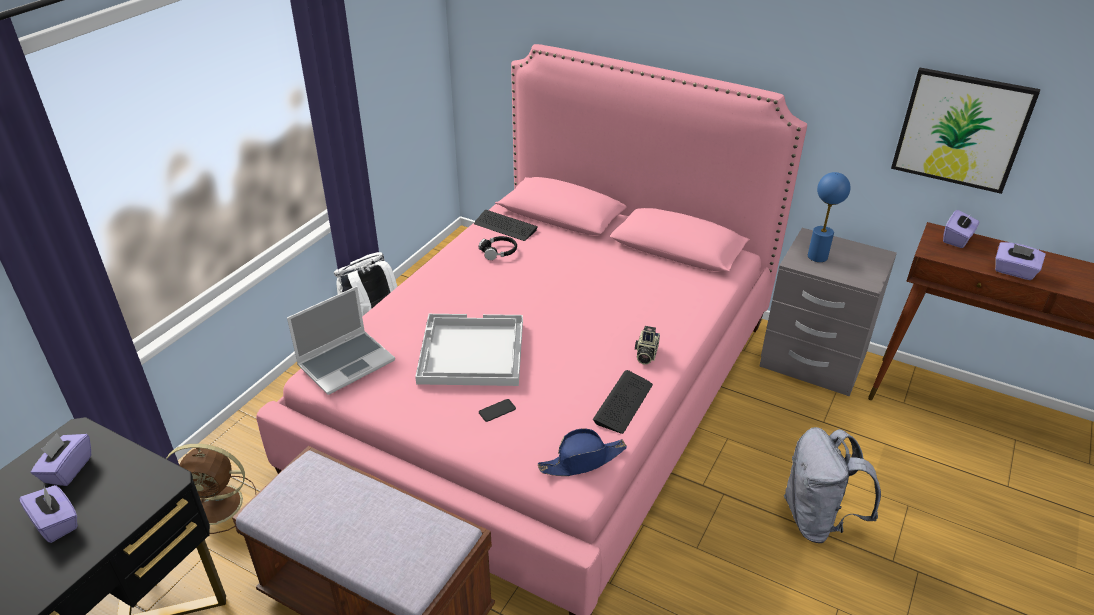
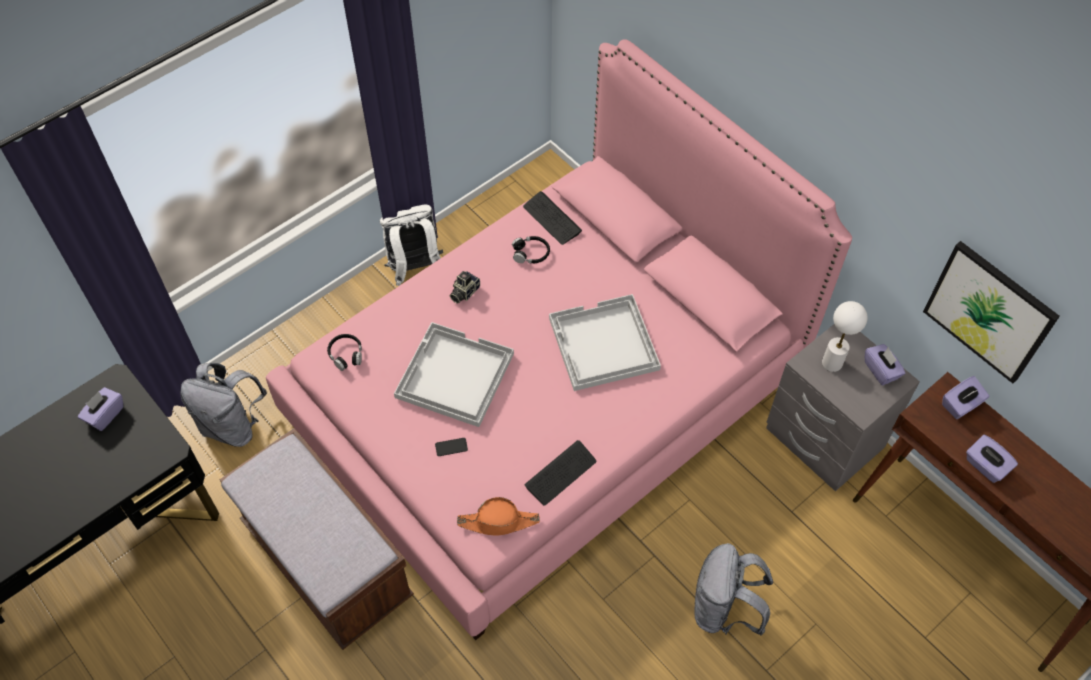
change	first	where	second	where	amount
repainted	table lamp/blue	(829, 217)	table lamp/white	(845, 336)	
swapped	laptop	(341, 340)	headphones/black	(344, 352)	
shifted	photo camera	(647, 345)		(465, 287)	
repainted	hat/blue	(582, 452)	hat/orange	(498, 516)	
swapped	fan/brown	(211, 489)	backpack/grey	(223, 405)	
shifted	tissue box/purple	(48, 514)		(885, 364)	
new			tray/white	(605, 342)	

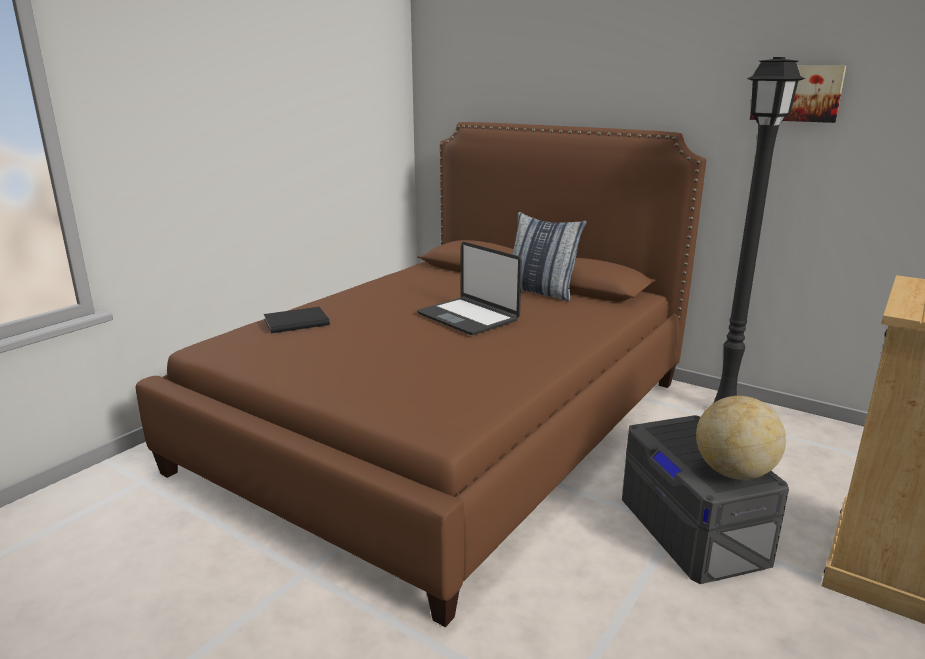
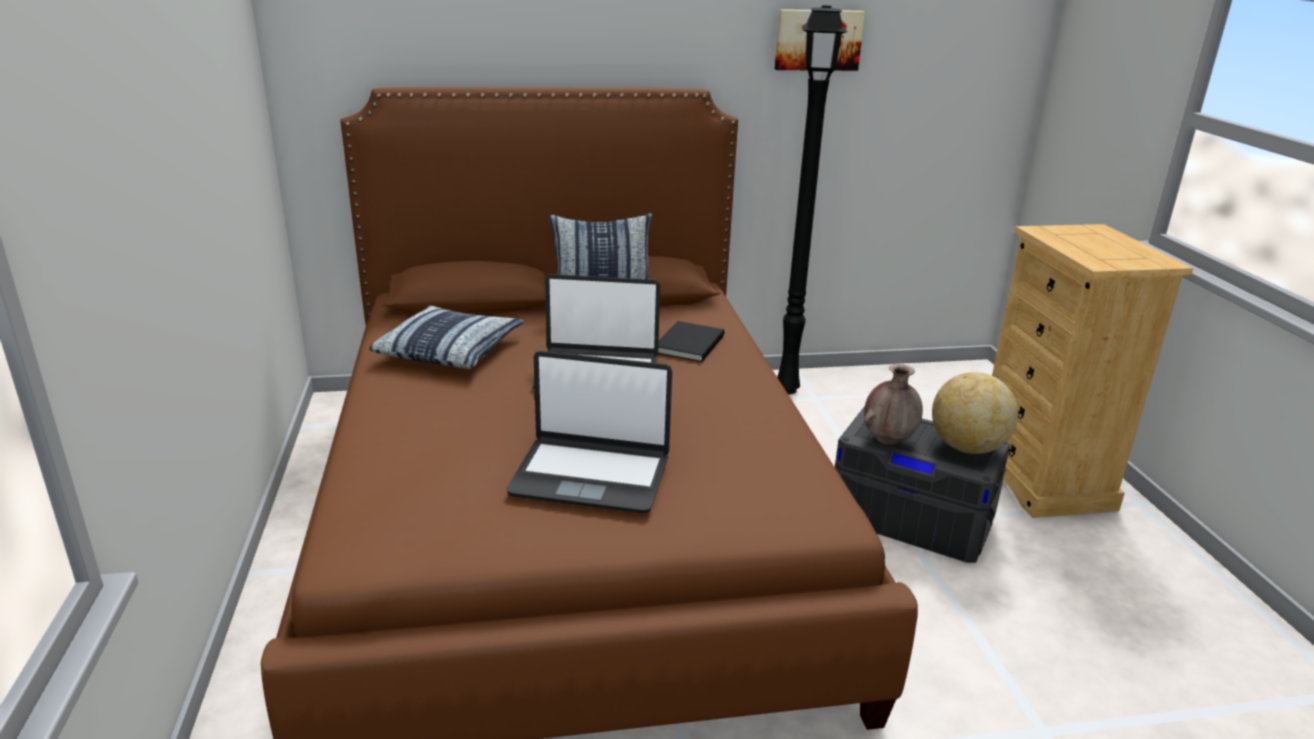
change	first	where	second	where	amount
shifted	book/black	(297, 320)		(691, 341)	
new			pillow	(447, 337)	
new			laptop	(589, 432)	
new			vase/brown	(893, 404)	

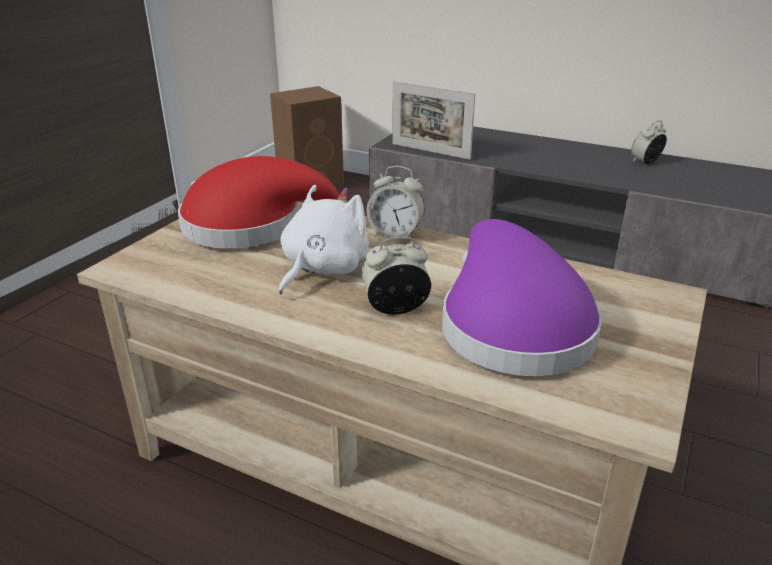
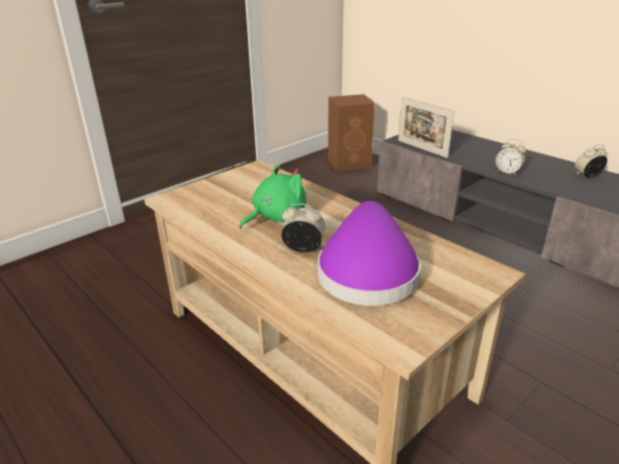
change	first	where	second	where	amount
gone	hat/red	(258, 202)			
shifted	alarm clock	(395, 203)		(511, 157)	
repainted	plush toy/white	(324, 239)	plush toy/green	(272, 196)	

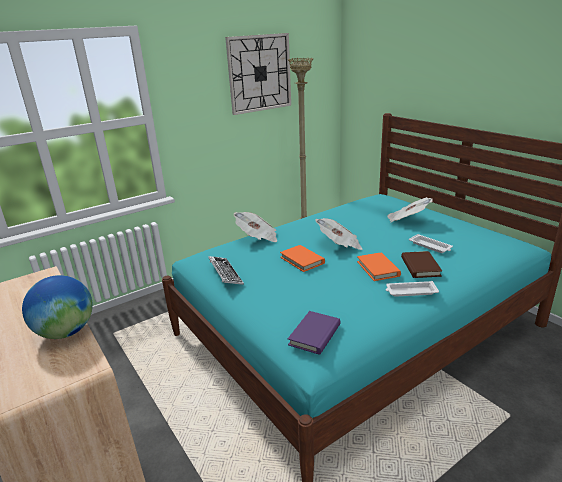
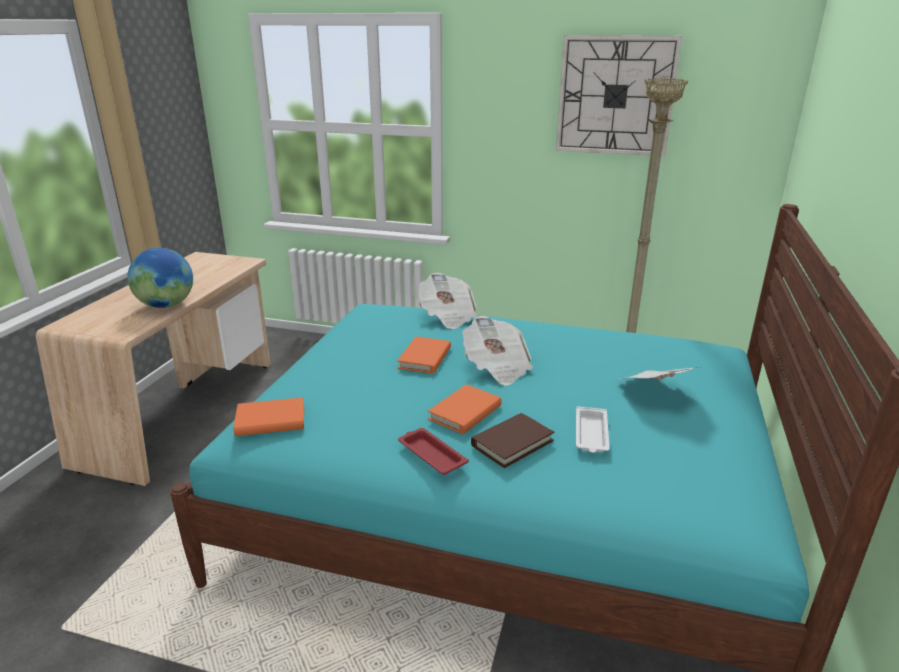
change	first	where	second	where	amount
gone	keyboard	(226, 270)			
repainted	tray/white	(412, 289)	tray/red	(433, 451)	
repainted	book/purple	(314, 333)	book/orange	(268, 416)	

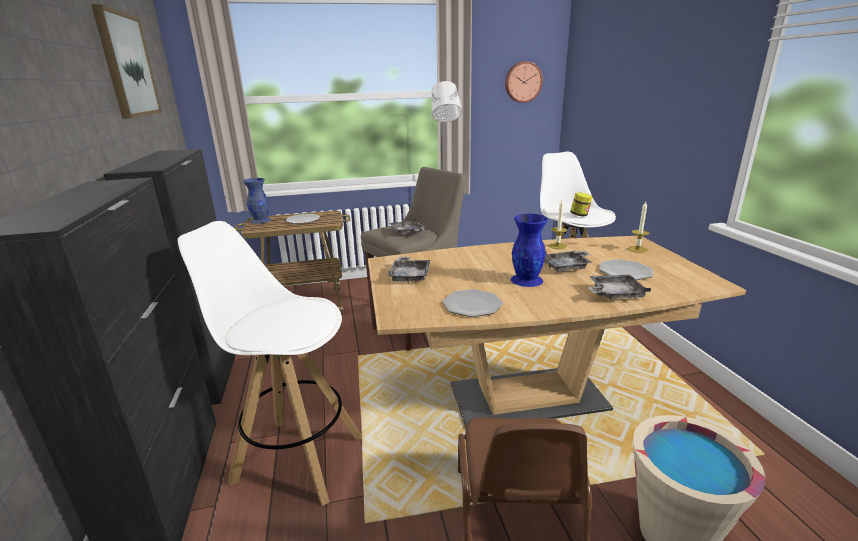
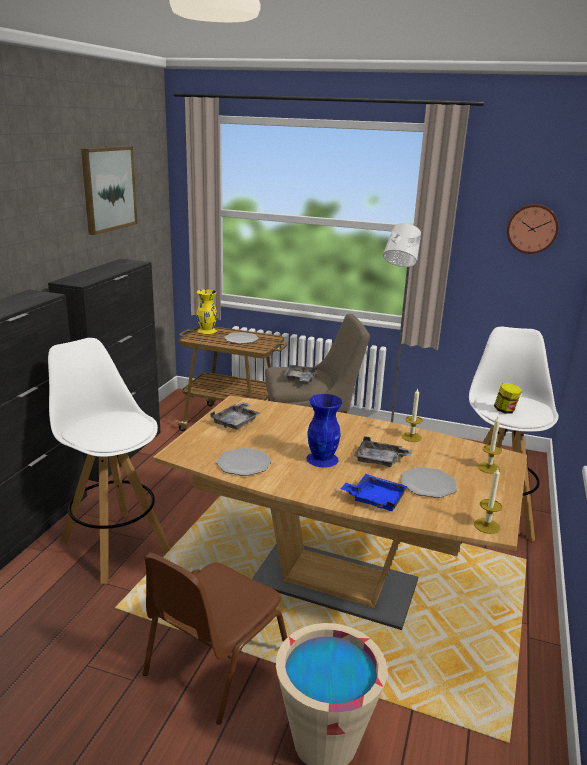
change	first	where	second	where	amount
repainted	vase/blue	(257, 201)	vase/yellow	(206, 311)	
repainted	tray/grey	(619, 287)	tray/blue	(374, 492)	
new			candle	(488, 501)	

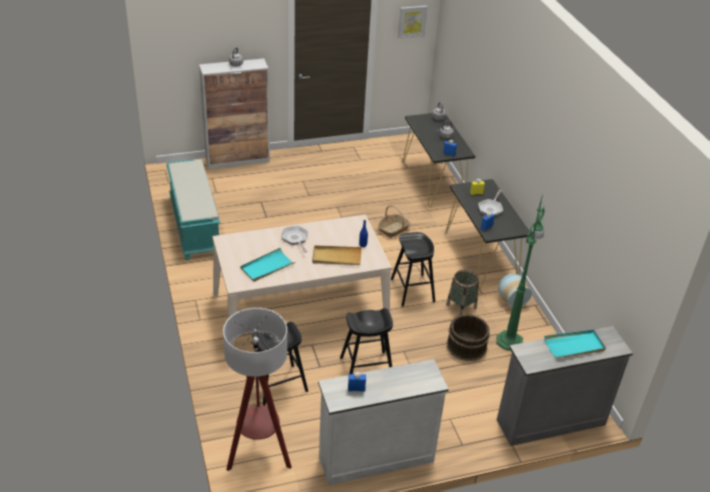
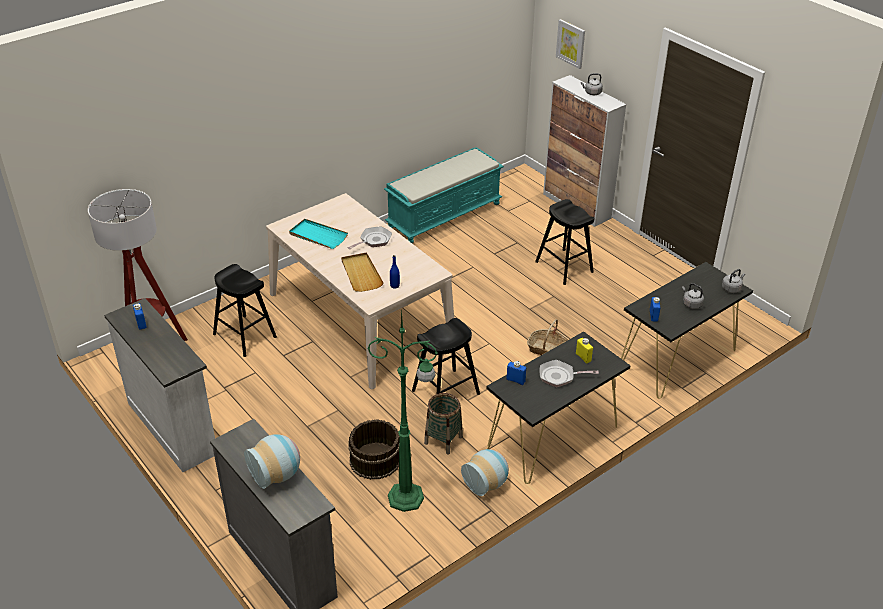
change	first	where	second	where	amount
shifted	picture	(413, 22)		(570, 44)	
shifted	stool/black	(366, 341)		(564, 242)	
swapped	tray/turquoise	(575, 344)	vase	(272, 461)	

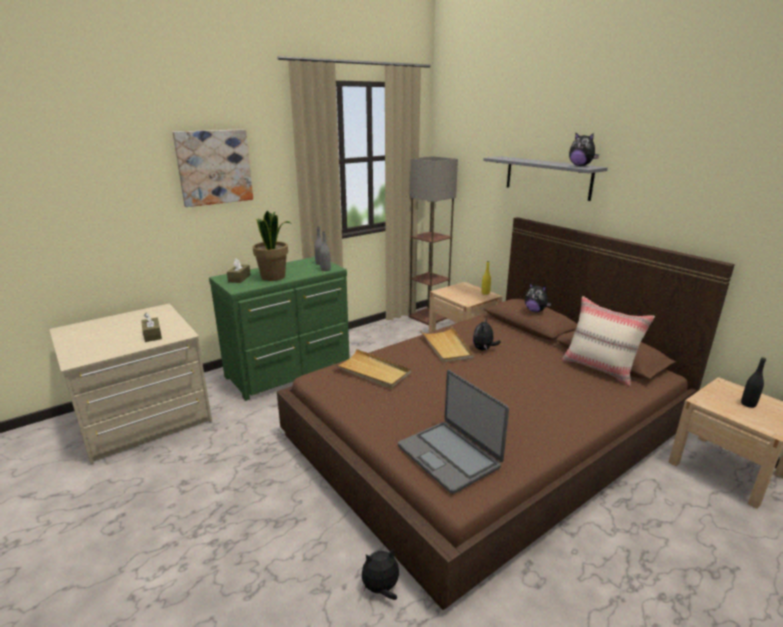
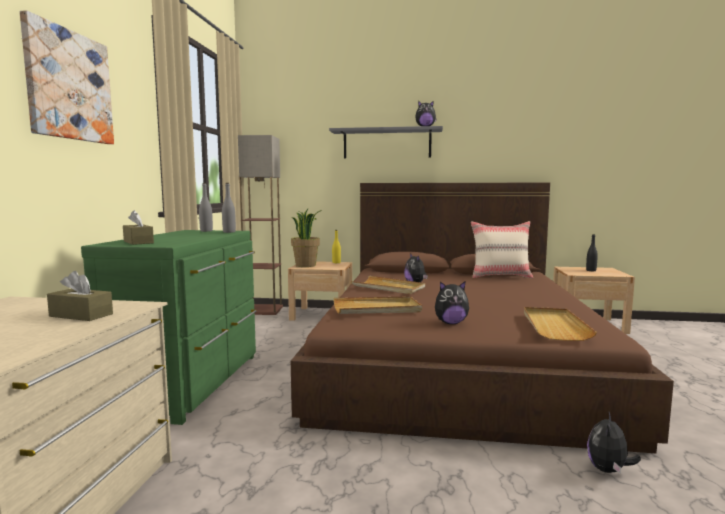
change	first	where	second	where	amount
shifted	potted plant	(272, 245)		(306, 238)	
shifted	plush toy	(538, 297)		(452, 302)	
swapped	laptop	(453, 432)	tray/beige	(560, 324)	

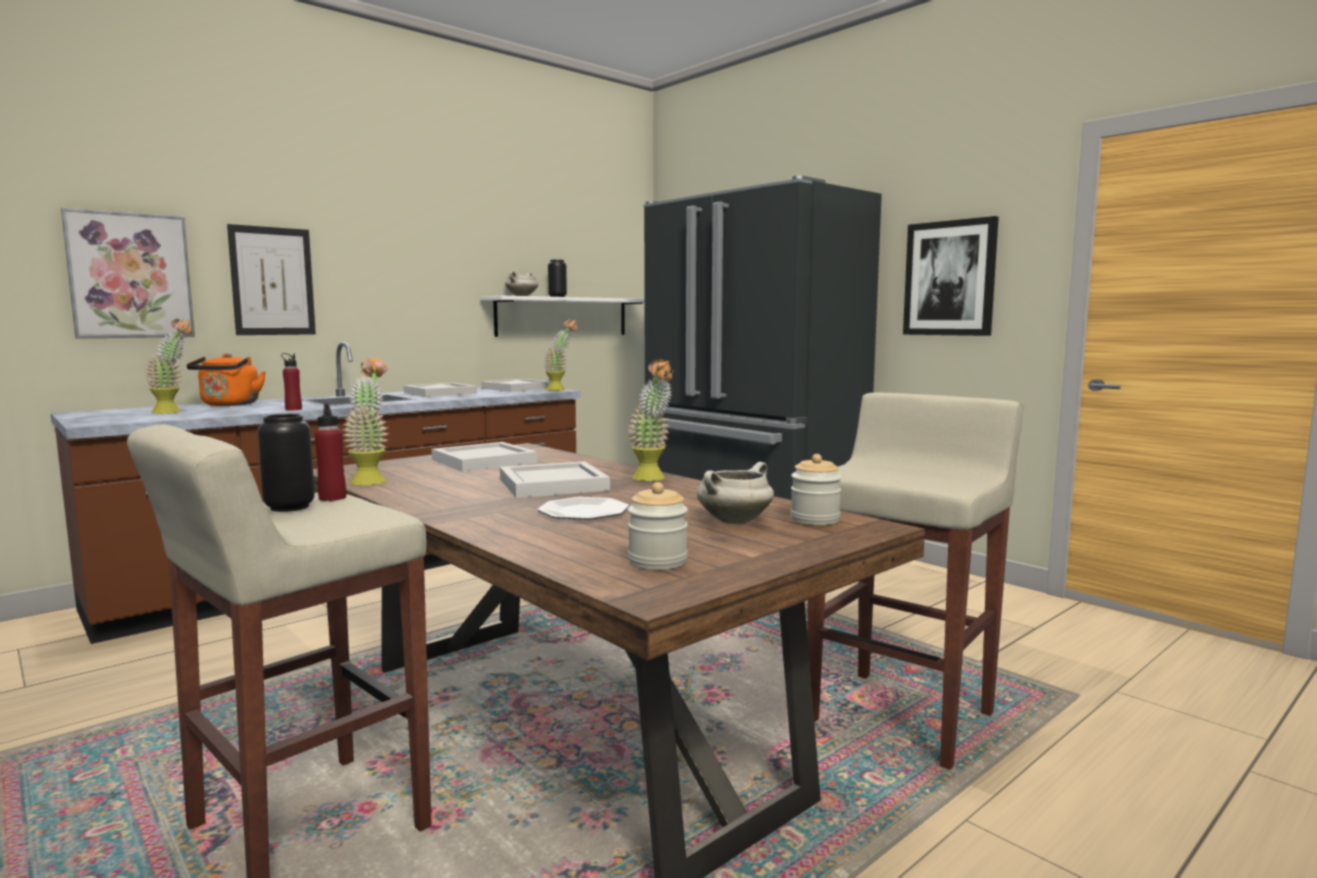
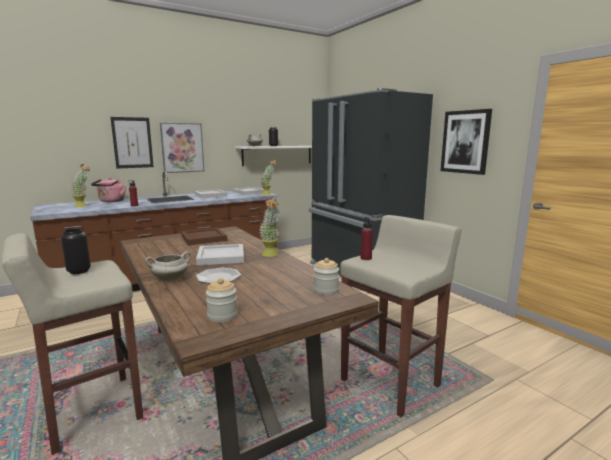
change	first	where	second	where	amount
shifted	picture	(128, 273)		(182, 148)	
repainted	kettle/orange	(226, 379)	kettle/pink	(108, 190)	
gone	potted plant	(366, 421)			
shifted	bottle/red	(330, 452)		(367, 238)	
repainted	tray/white	(484, 457)	tray/brown	(204, 237)	
shifted	cooking pot/white	(735, 493)		(168, 266)	

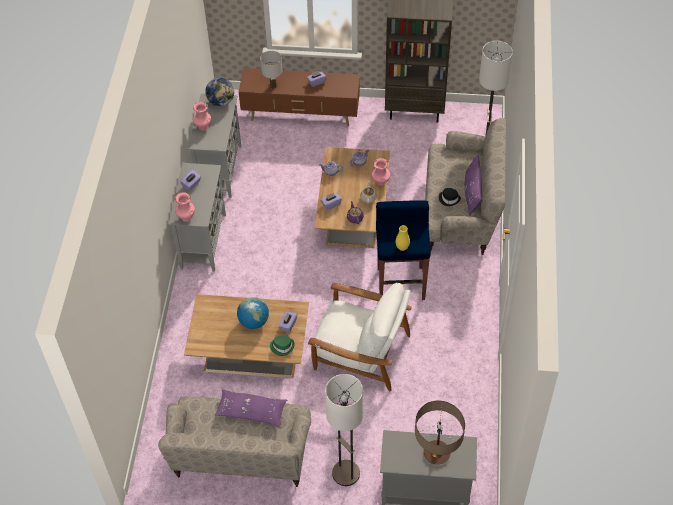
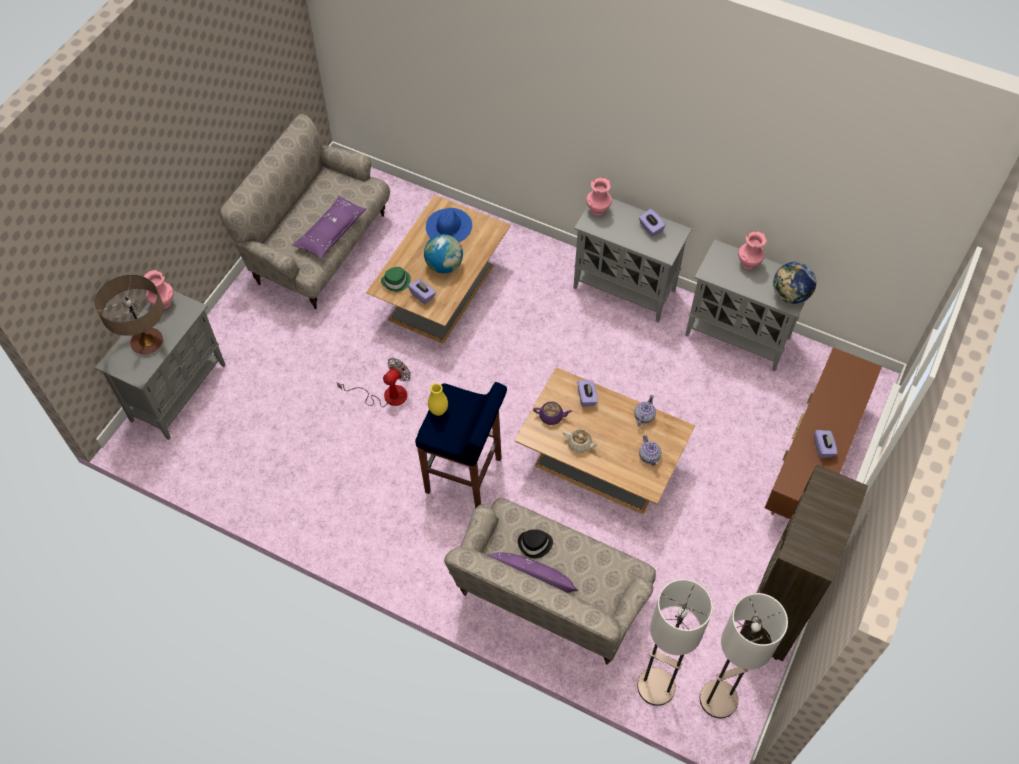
change	first	where	second	where	amount
gone	table lamp/white	(271, 69)			
shifted	vase/pink	(381, 172)		(159, 289)	
swapped	armchair/white	(360, 337)	fan	(374, 382)	
shifted	floor lamp	(344, 430)		(744, 655)	
new			hat/blue	(449, 225)	

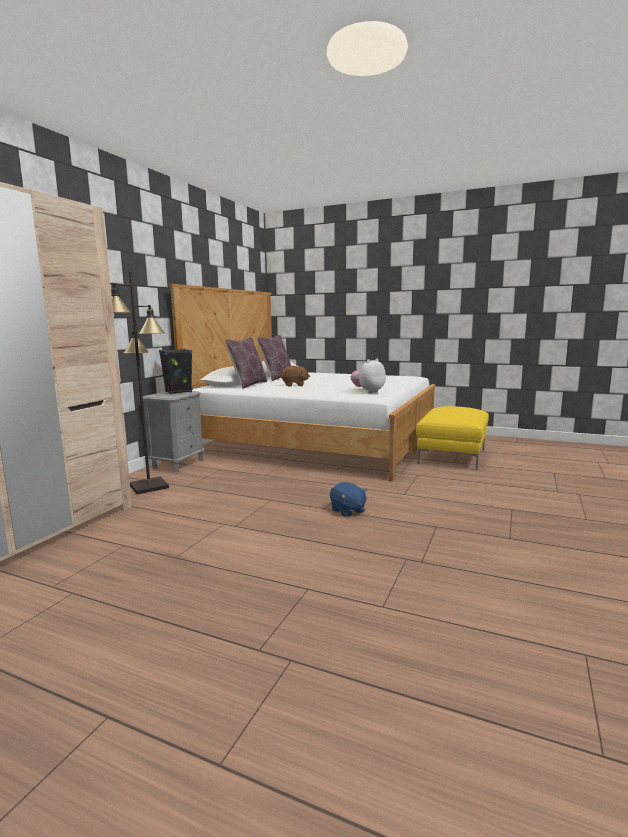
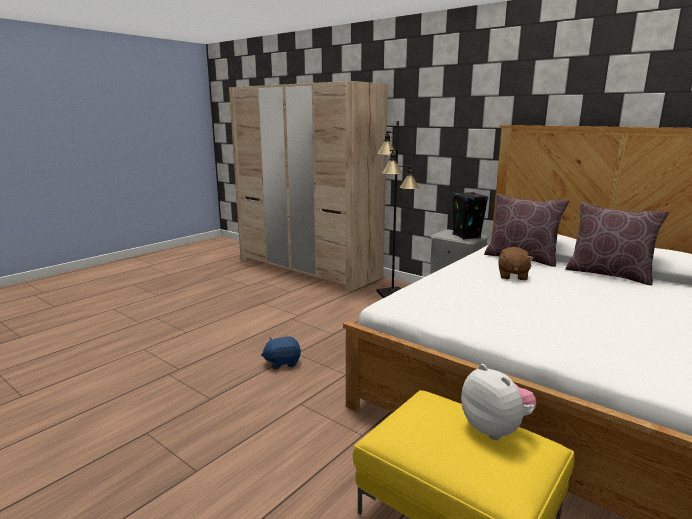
change	first	where	second	where	amount
shifted	plush toy	(368, 376)		(499, 402)	

